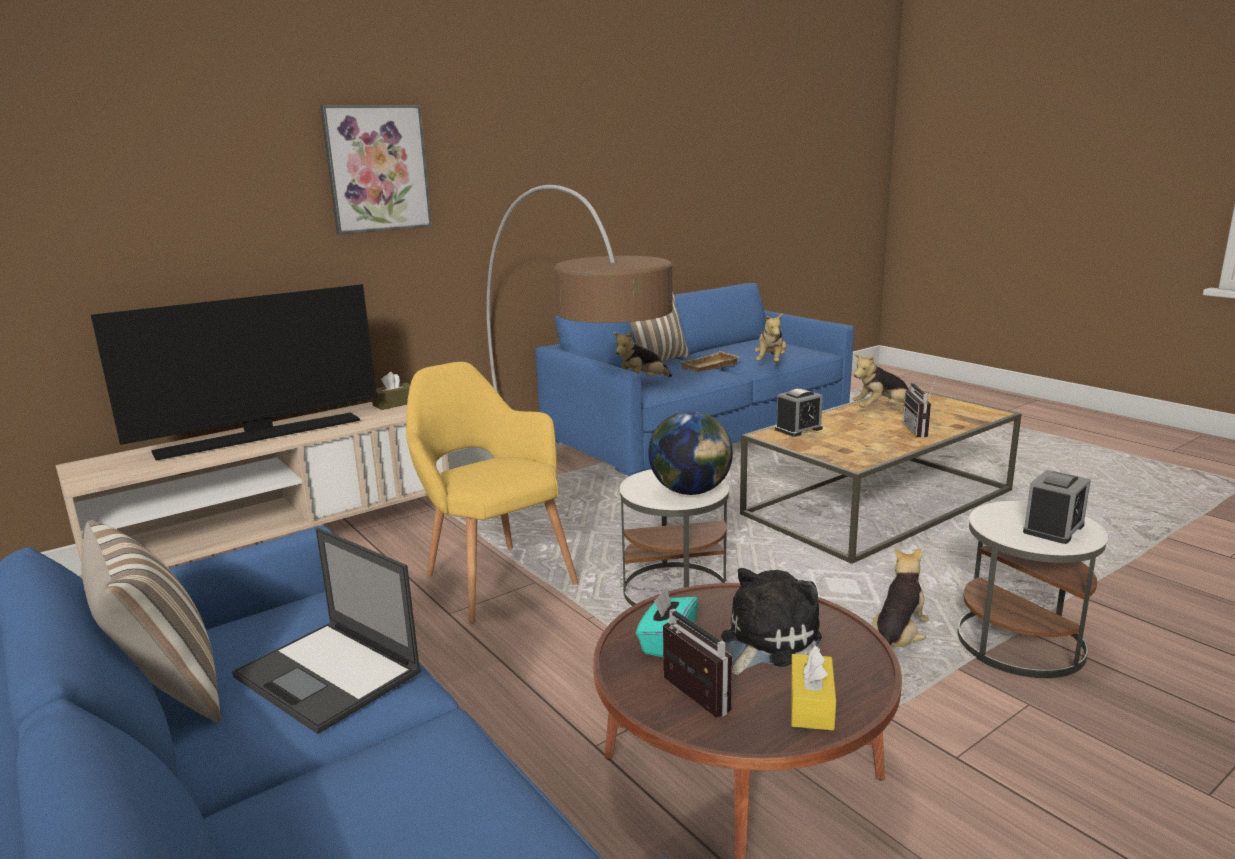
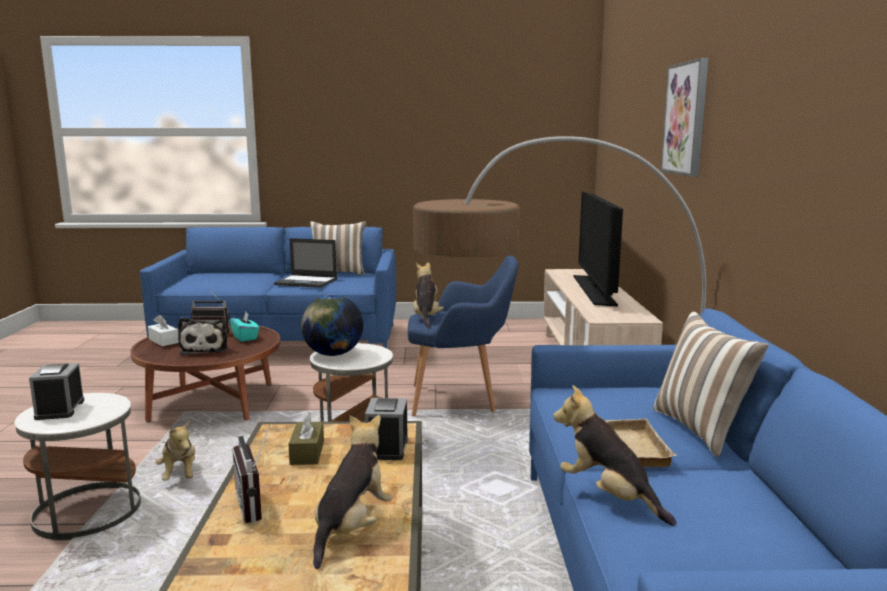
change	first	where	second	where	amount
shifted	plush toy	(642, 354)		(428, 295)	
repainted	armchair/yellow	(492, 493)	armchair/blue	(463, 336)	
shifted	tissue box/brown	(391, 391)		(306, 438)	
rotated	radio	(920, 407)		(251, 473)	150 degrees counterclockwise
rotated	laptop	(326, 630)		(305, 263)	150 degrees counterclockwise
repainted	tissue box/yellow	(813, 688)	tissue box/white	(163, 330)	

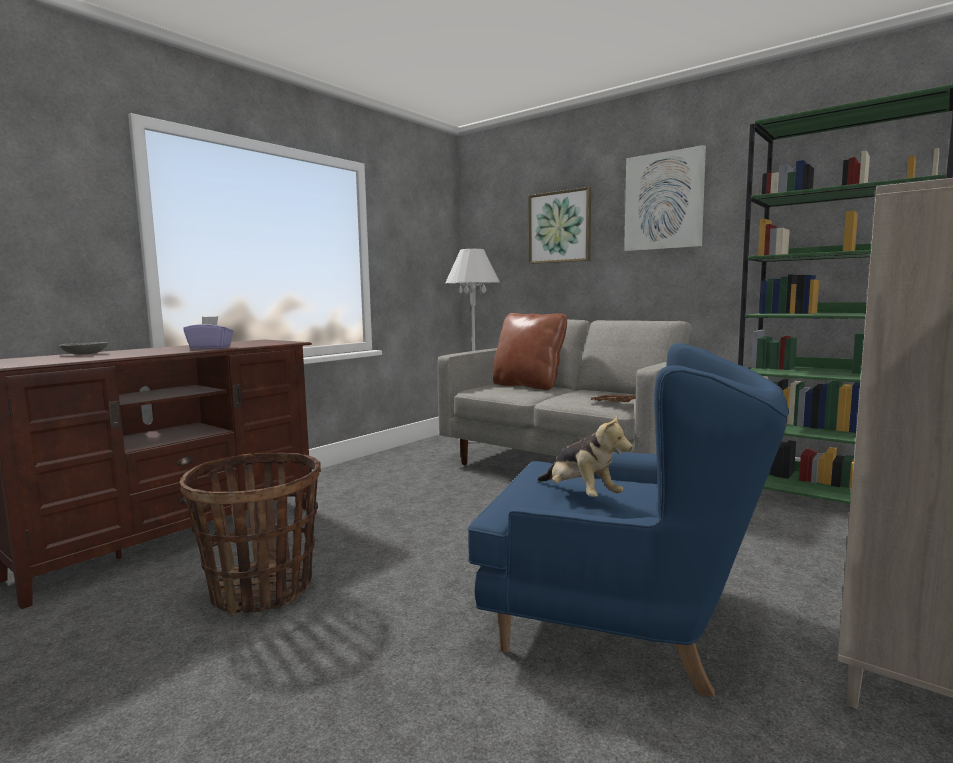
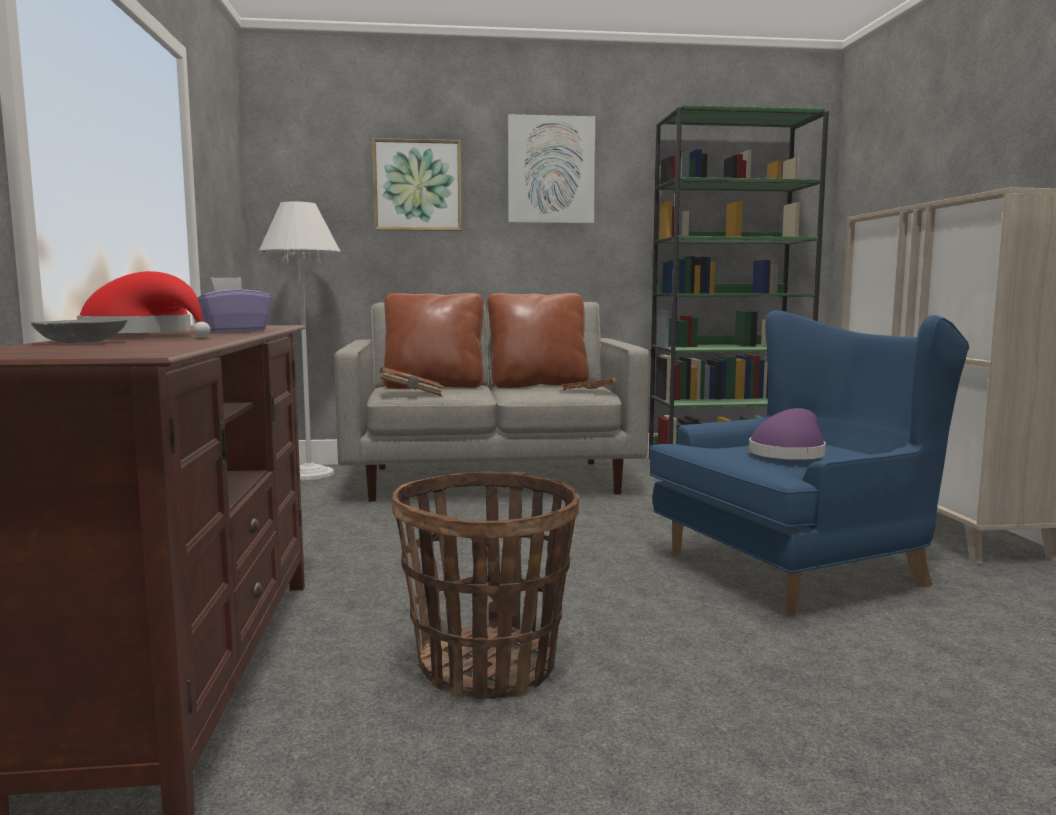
change	first	where	second	where	amount
swapped	plush toy	(585, 455)	hat/purple	(787, 434)	
new			hat/red	(144, 304)	
new			pillow/brown	(538, 340)	
new			book/brown	(411, 381)	

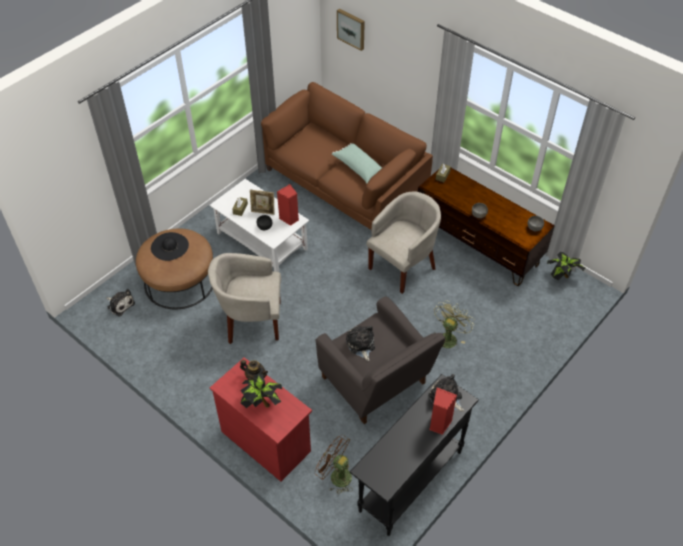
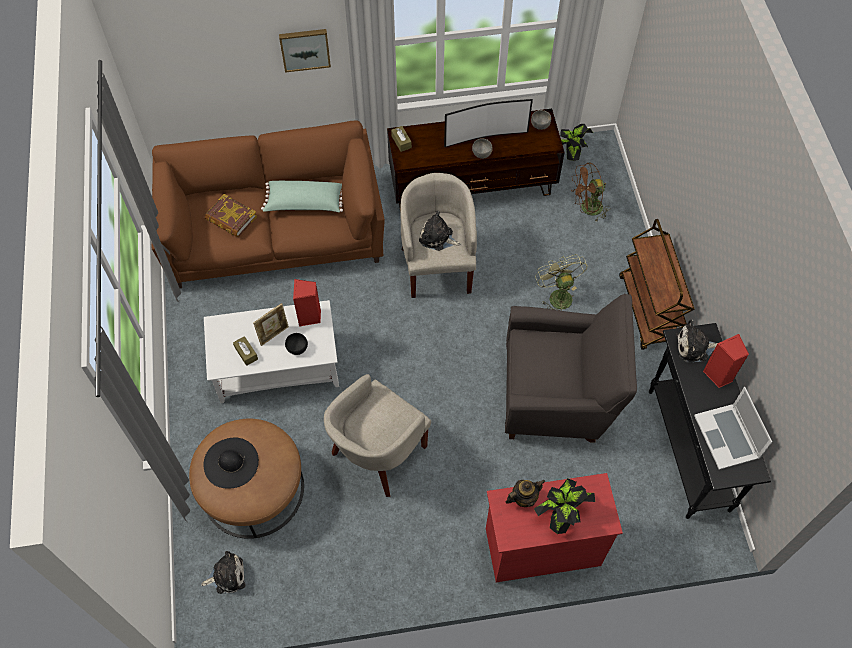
change	first	where	second	where	amount
shifted	picture	(351, 30)		(305, 51)	
shifted	plush toy	(360, 343)		(440, 231)	
shifted	fan/brown	(334, 464)		(590, 191)	
new			television	(488, 123)	
new			book	(231, 215)	
new			cart/brown	(656, 284)	
new			laptop	(733, 428)	

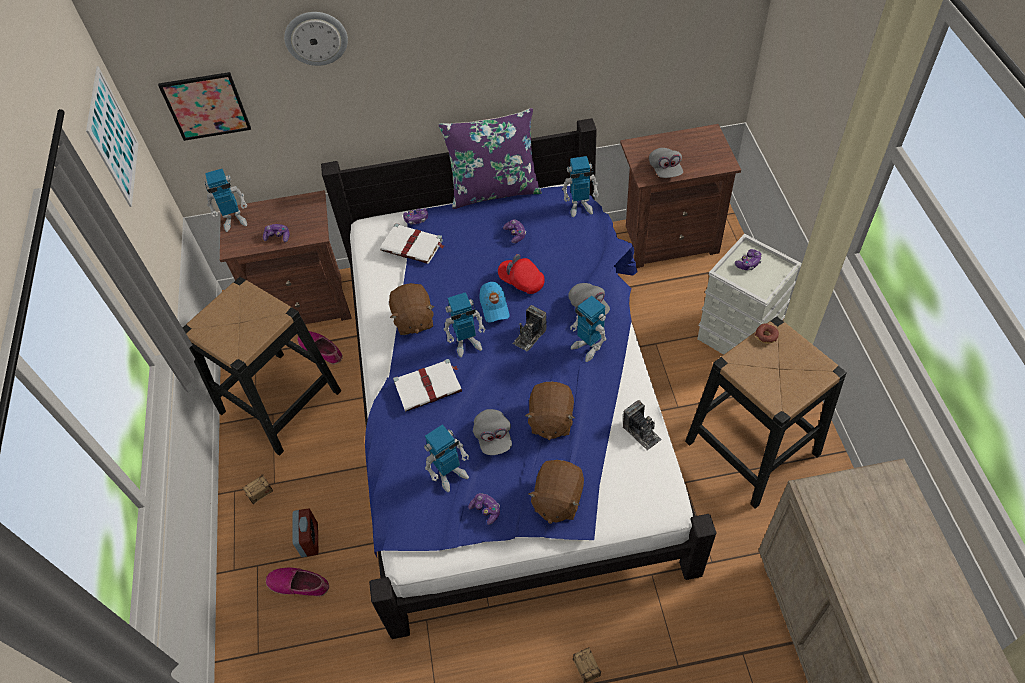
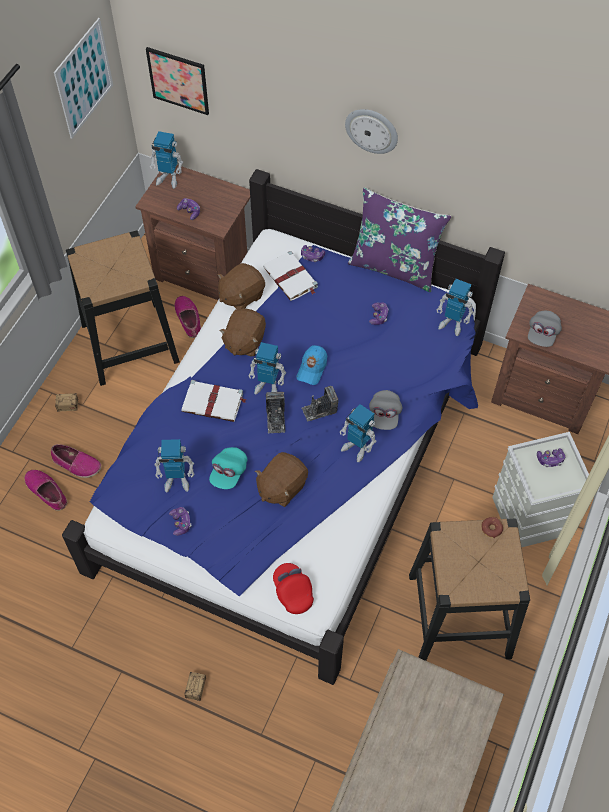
change	first	where	second	where	amount
shifted	wall clock	(316, 39)		(371, 131)	
shifted	cap/red	(521, 274)		(293, 588)	
rotated	toy robot	(588, 329)		(358, 433)	45 degrees counterclockwise
shifted	photo camera	(642, 425)		(275, 413)	
repainted	cap/grey	(492, 432)	cap/turquoise	(228, 468)	
shifted	plush toy/brown	(556, 492)		(241, 286)	
swapped	alarm clock	(305, 532)	shoe	(76, 461)	

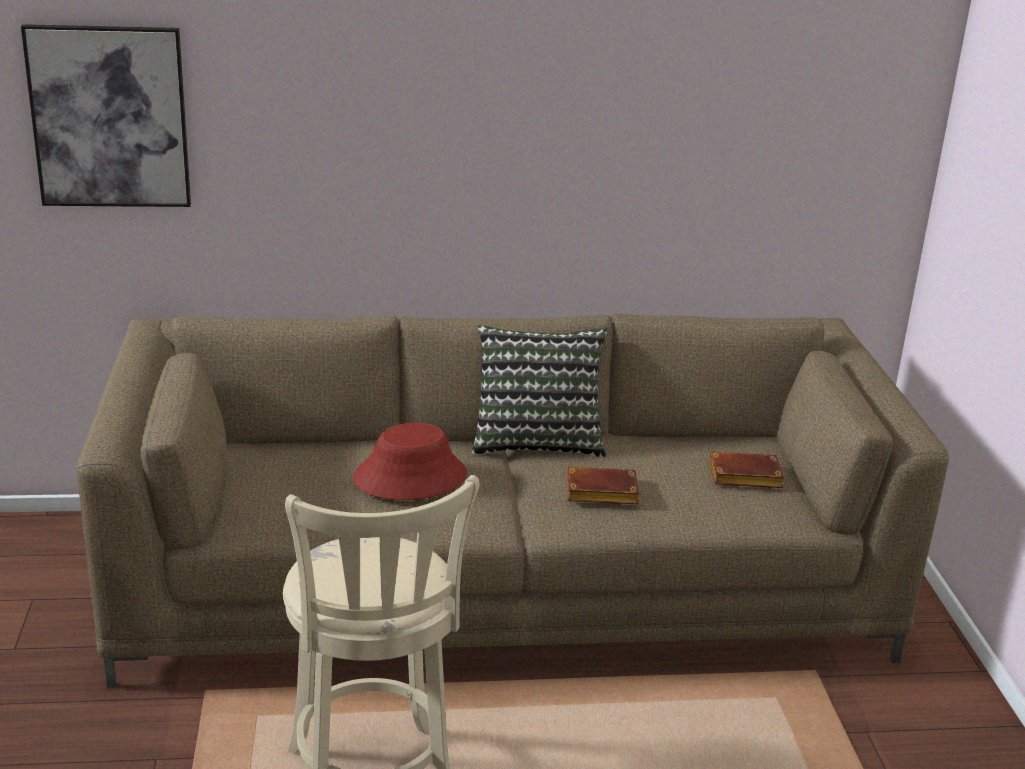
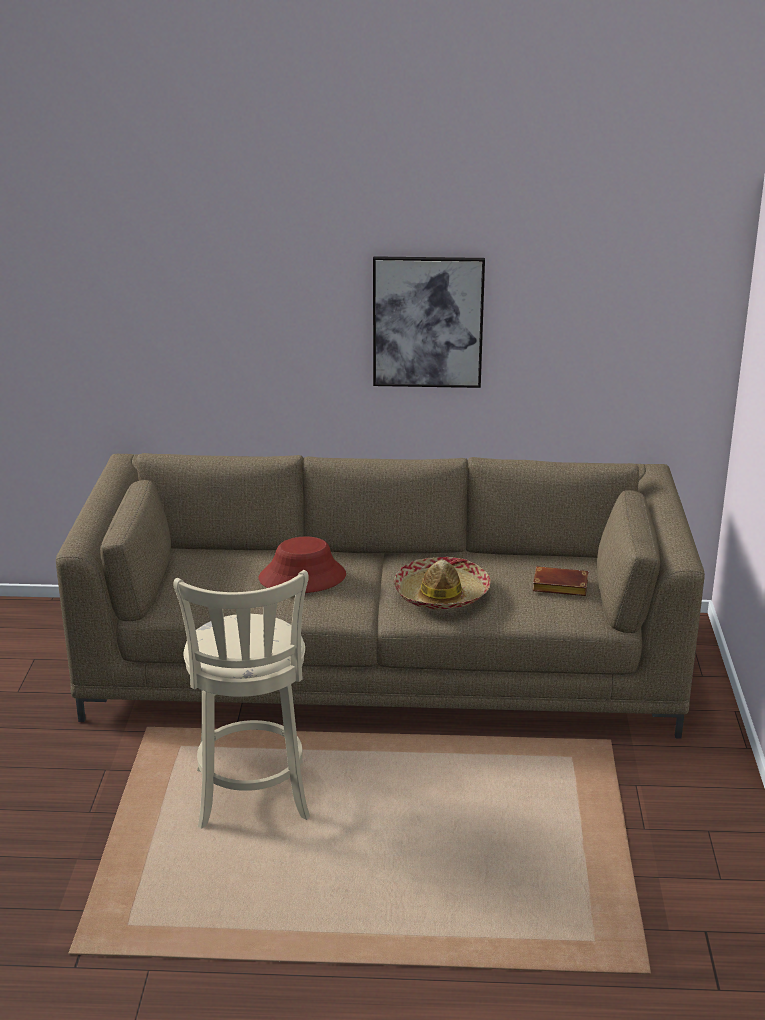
change	first	where	second	where	amount
shifted	picture	(106, 115)		(429, 322)	
gone	pillow	(540, 391)			
swapped	book/brown	(603, 485)	hat	(442, 583)	

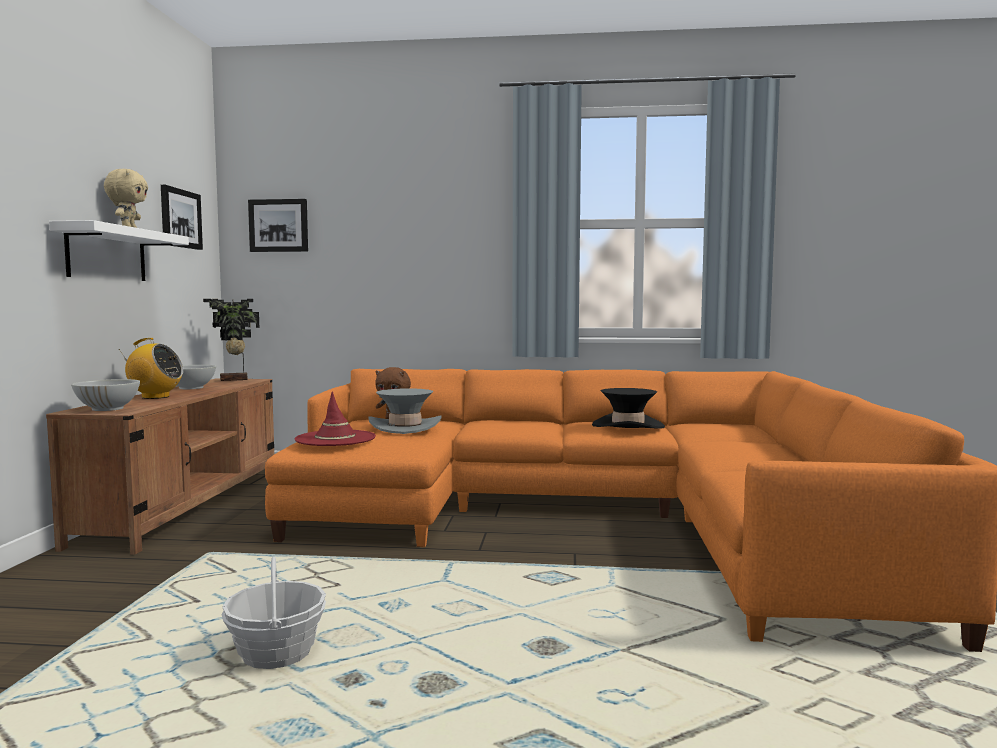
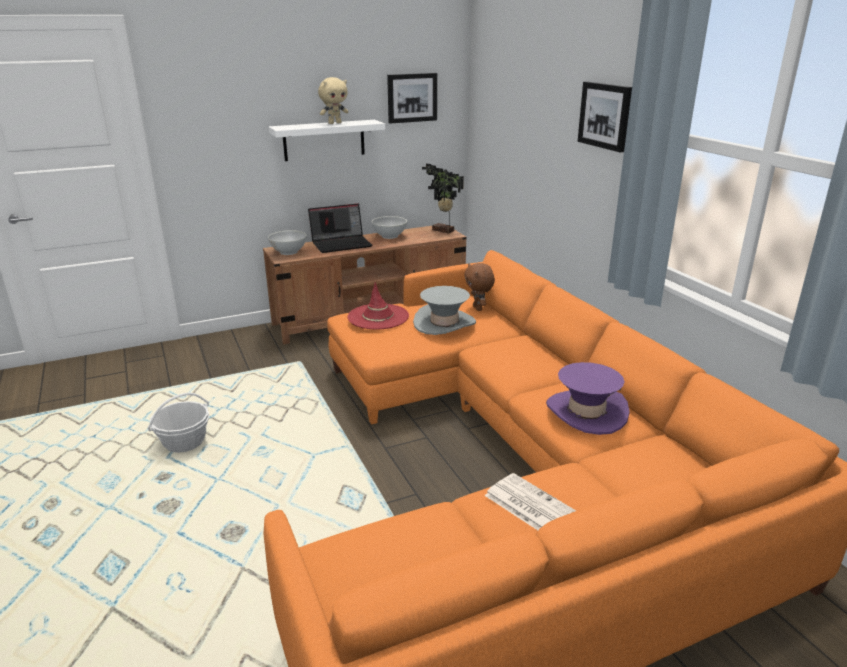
change	first	where	second	where	amount
shifted	picture	(278, 225)		(605, 117)	
swapped	radio	(151, 368)	laptop	(340, 228)	
repainted	hat/black	(628, 408)	hat/purple	(587, 398)	
new			newspaper	(530, 501)	

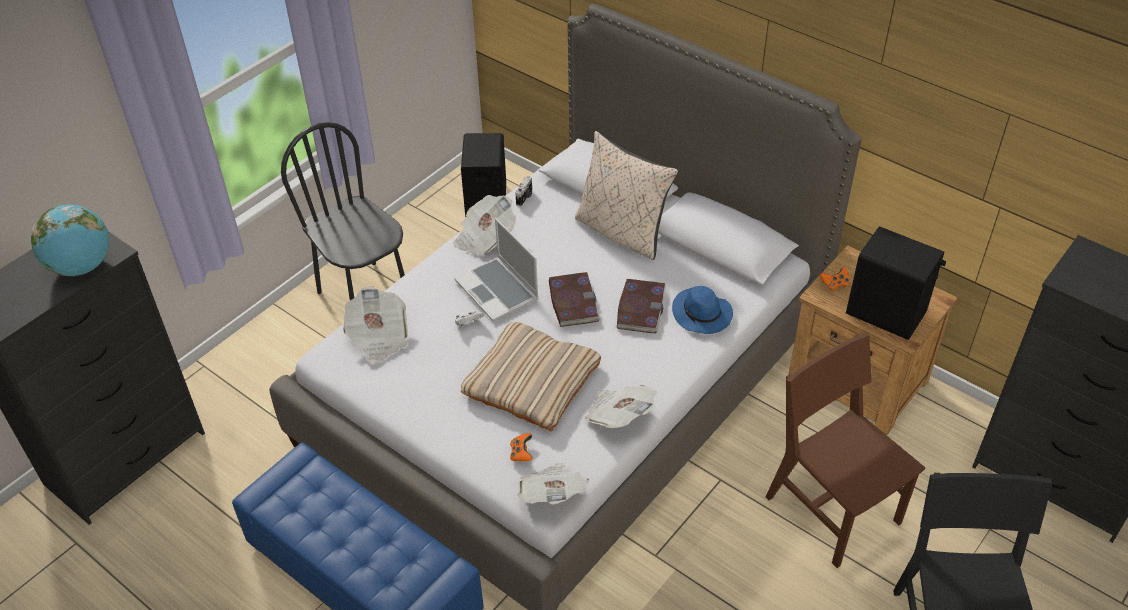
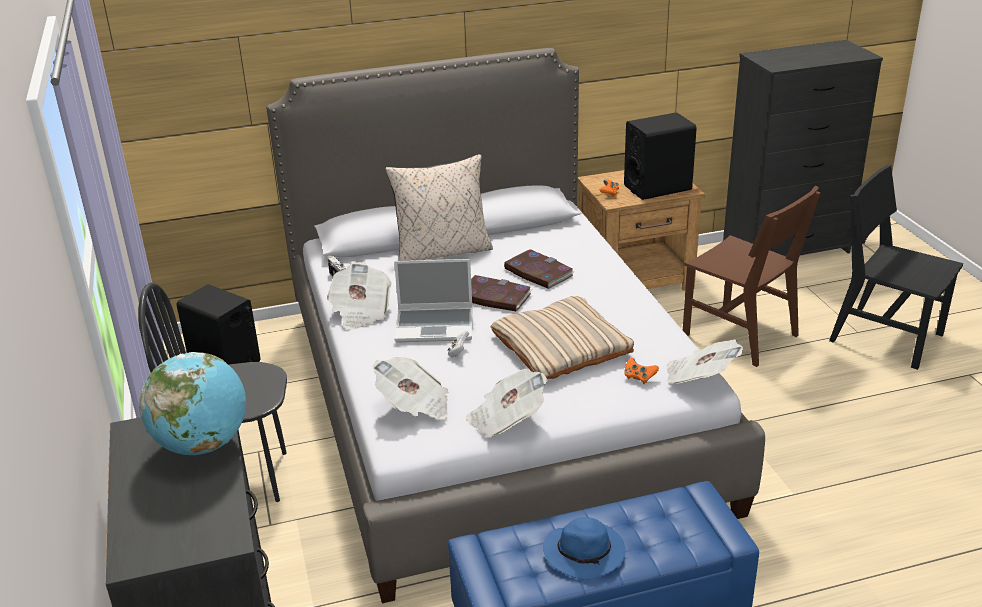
change	first	where	second	where	amount
shifted	hat/blue	(702, 310)		(584, 548)	
rotated	chair/brown	(845, 450)		(752, 276)	135 degrees counterclockwise
shifted	newspaper	(620, 406)		(507, 403)	

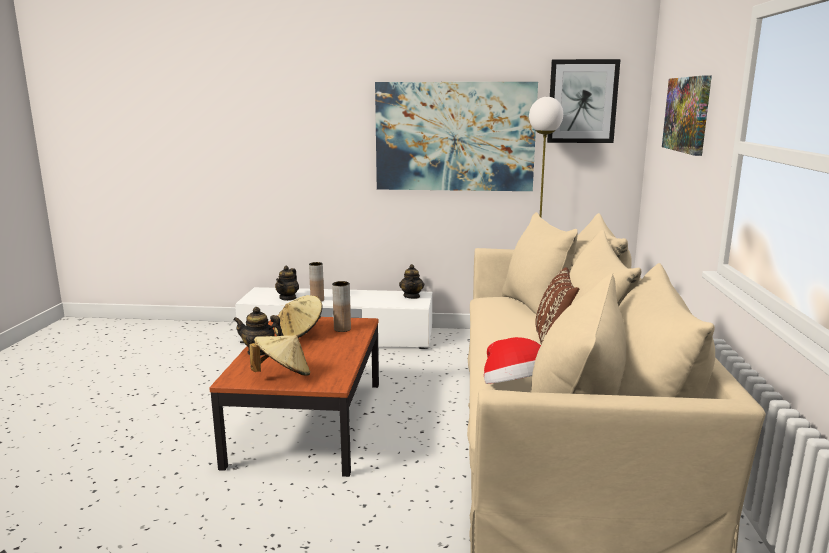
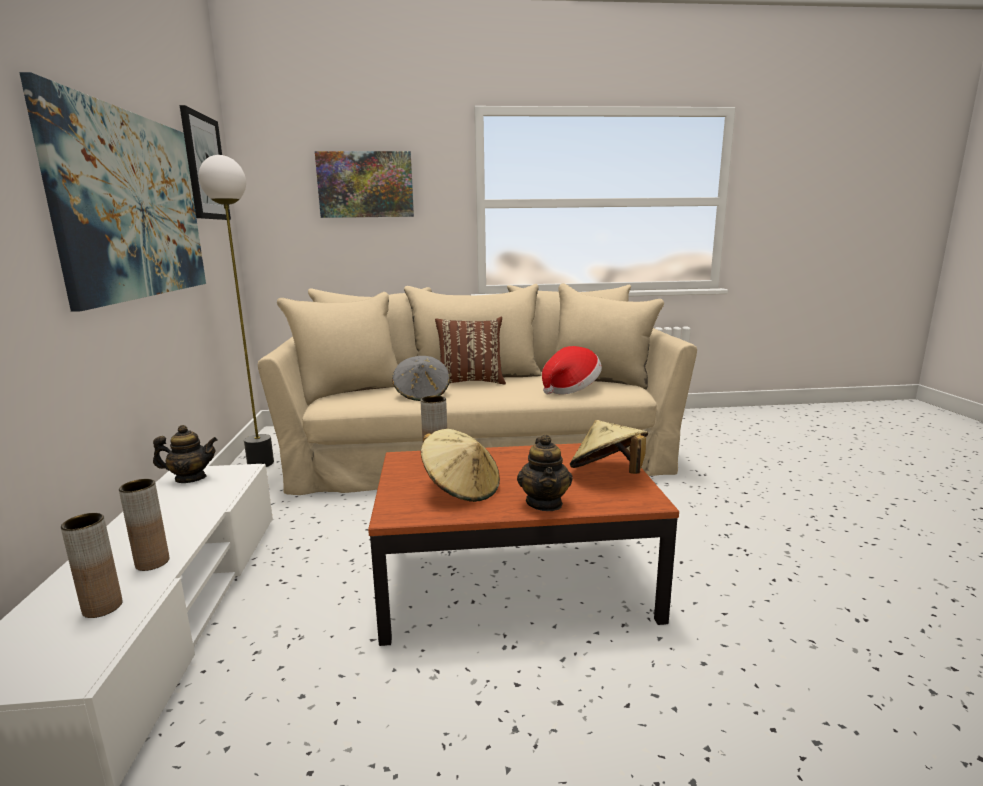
change	first	where	second	where	amount
swapped	teapot	(287, 283)	vase/brown	(92, 565)	
new			hat/grey	(421, 378)	

